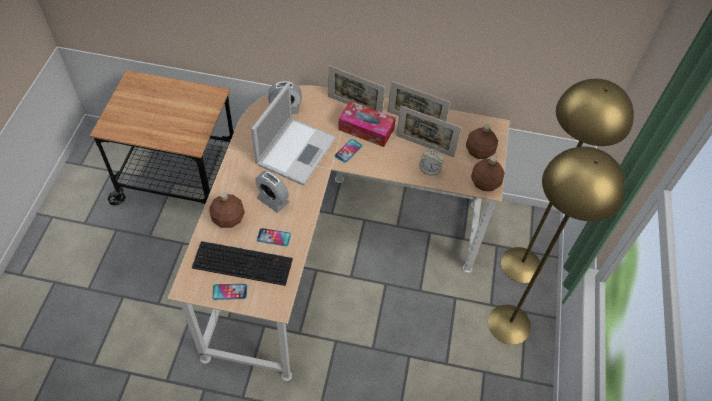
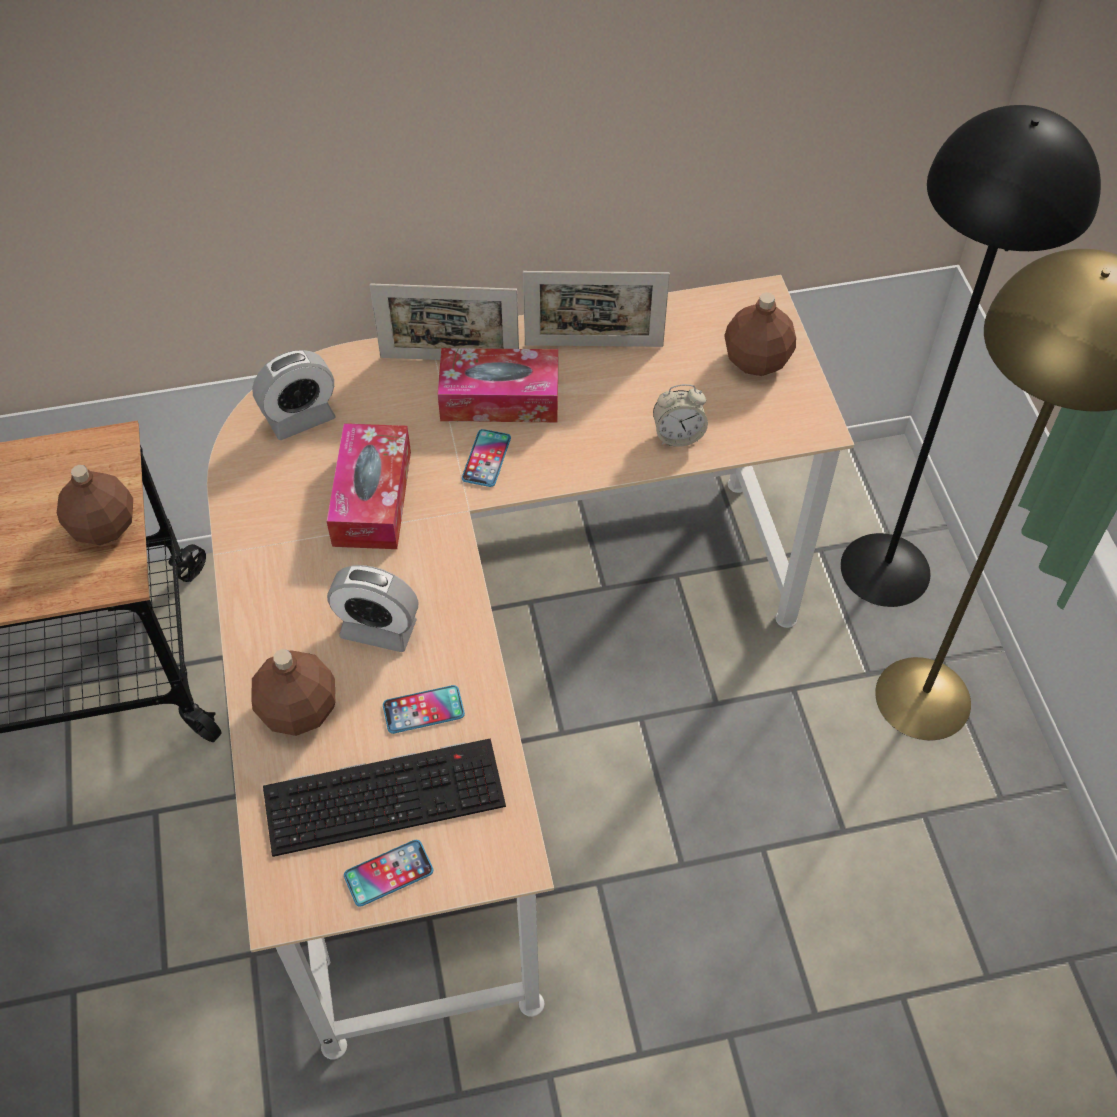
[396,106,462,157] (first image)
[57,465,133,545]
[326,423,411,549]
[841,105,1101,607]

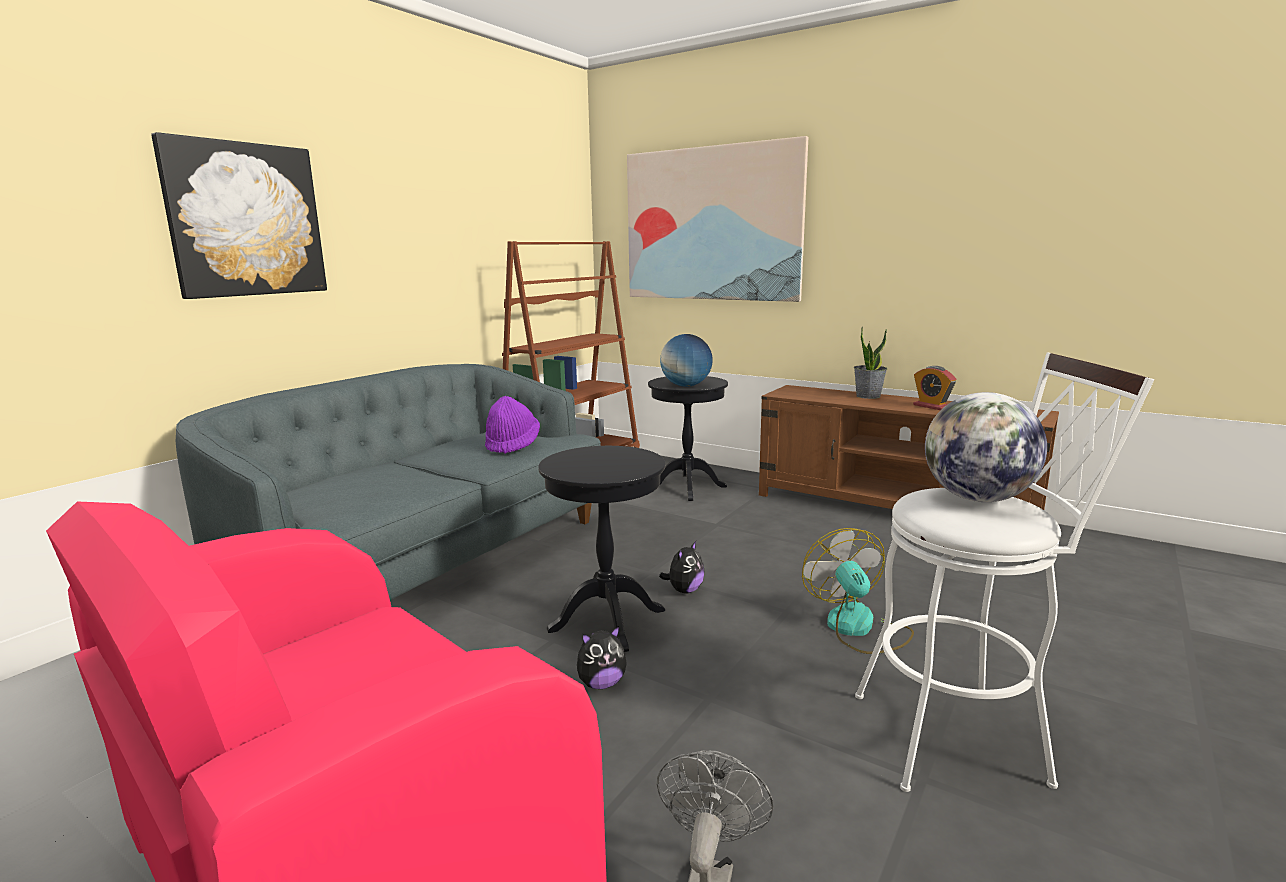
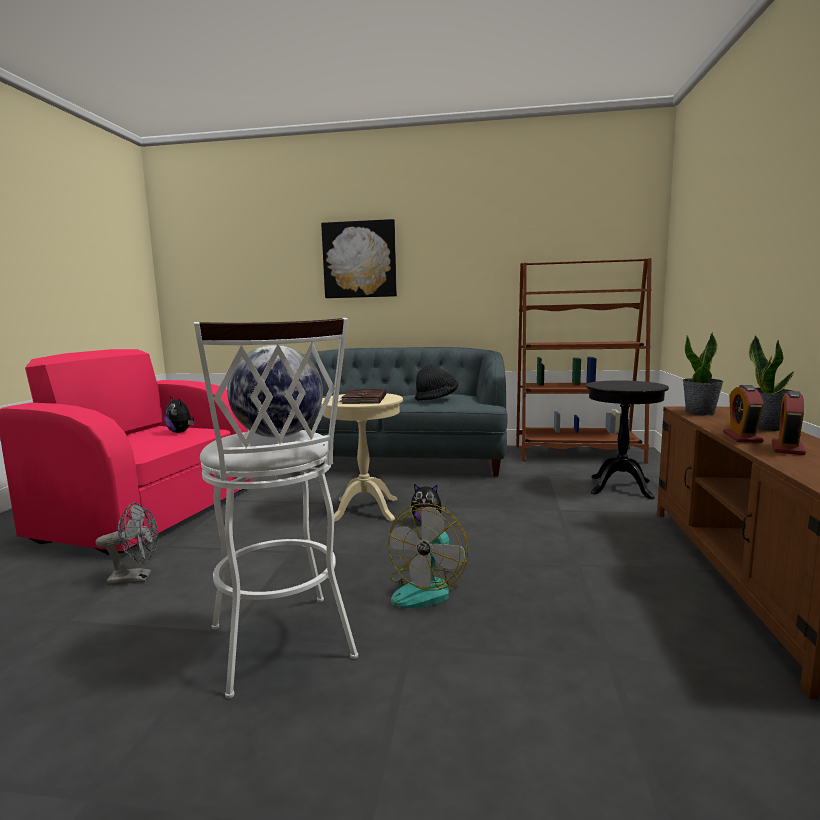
[627,136,808,302] (first image)
[660,334,713,387] (first image)
[339,389,386,404]
[682,332,724,415]
[723,385,764,443]
[164,397,194,433]
[415,364,458,401]
[321,393,403,522]
[388,503,468,608]

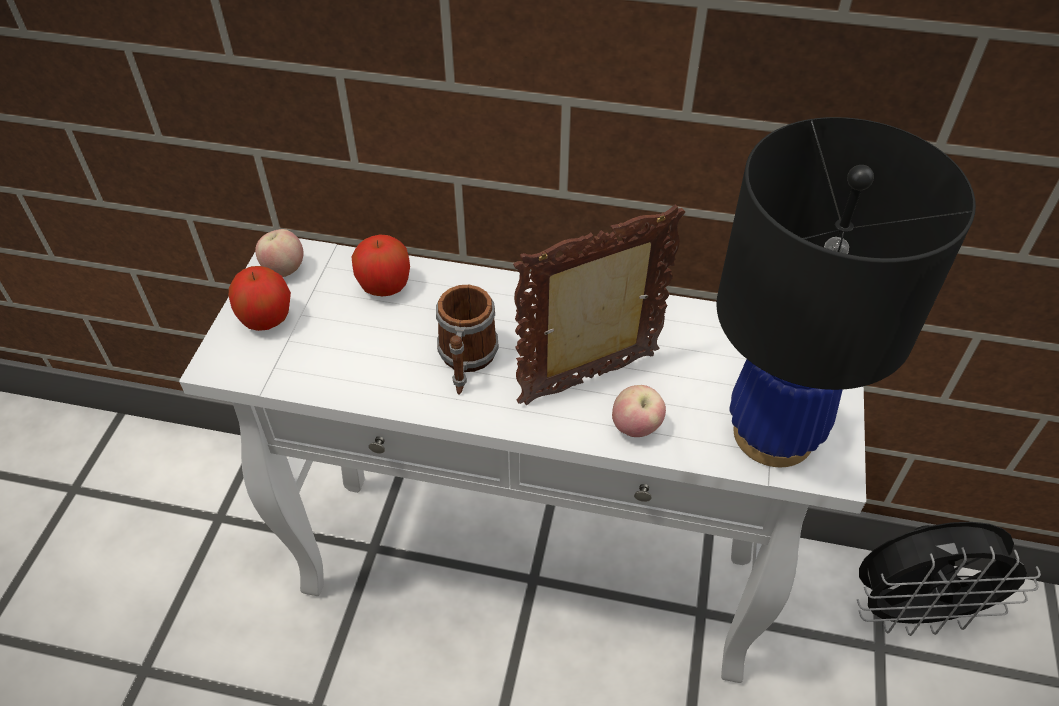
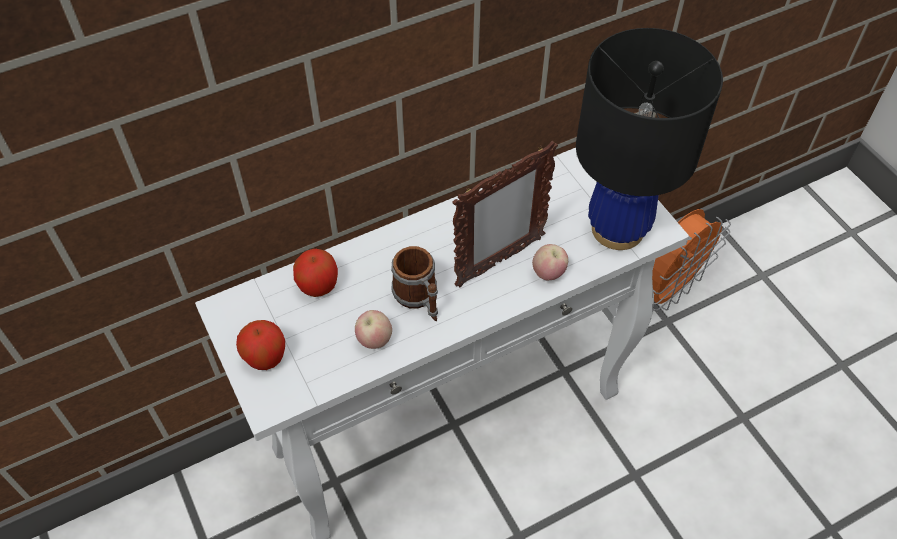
[355,310,392,349]
[652,209,731,311]
[452,141,558,287]

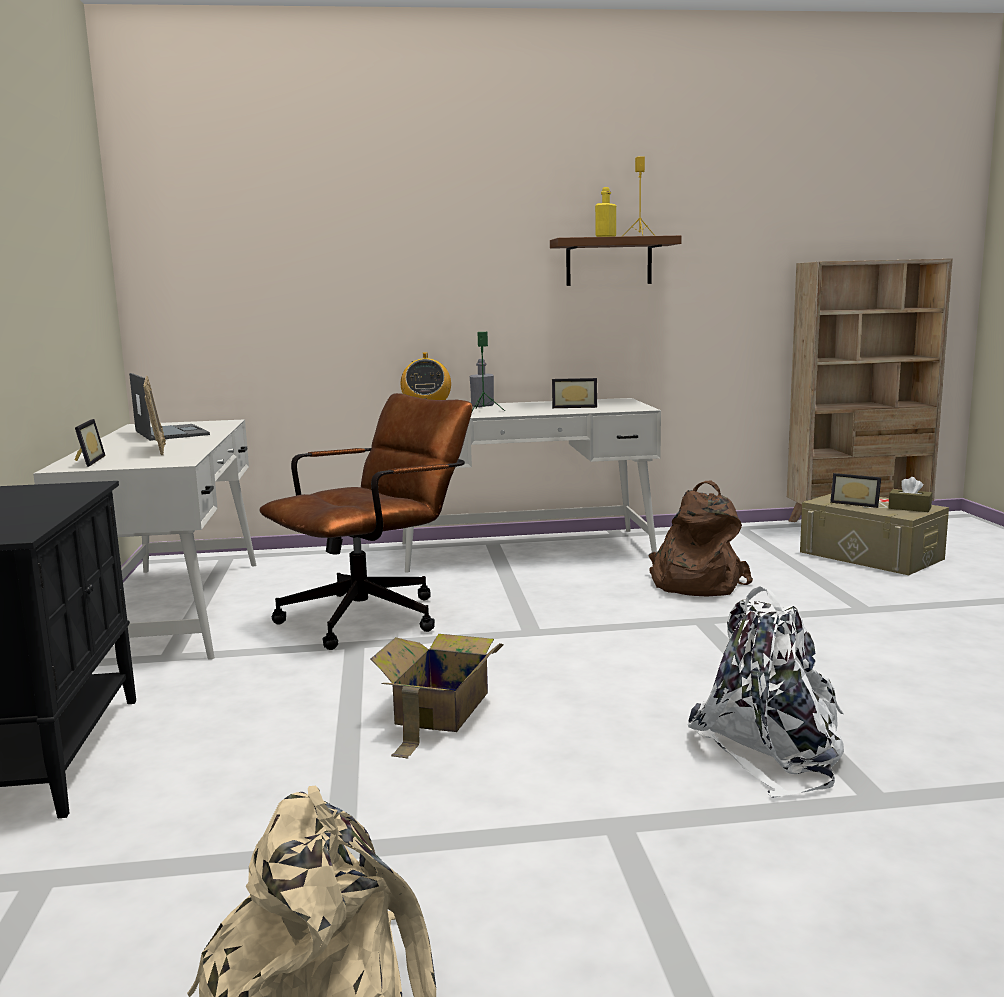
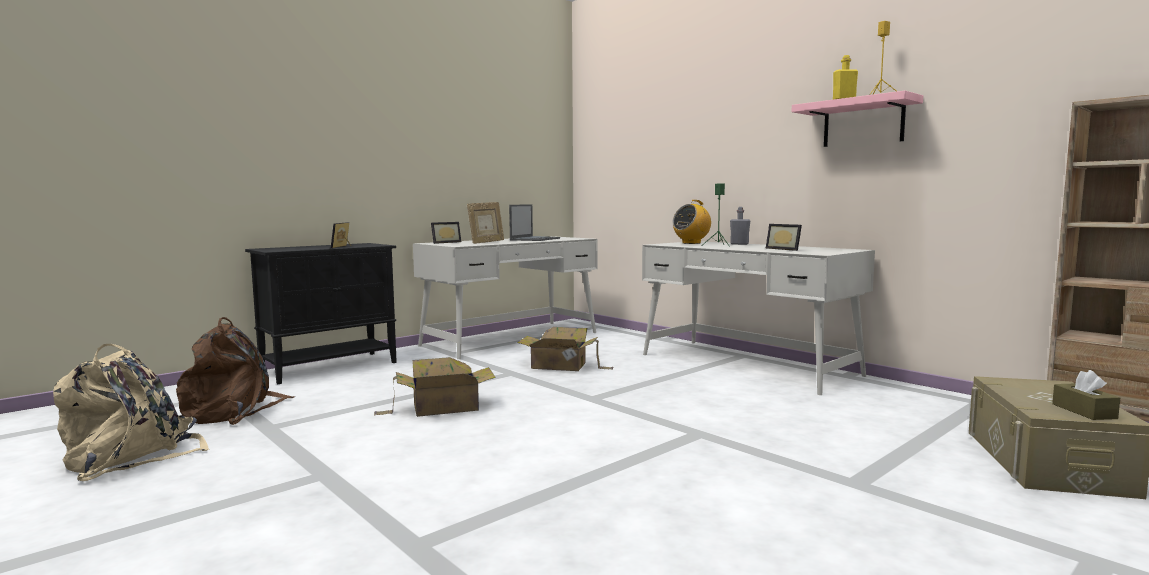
[687,587,844,798] (first image)
[176,317,295,425]
[331,222,351,248]
[517,327,614,371]
[792,90,923,147]

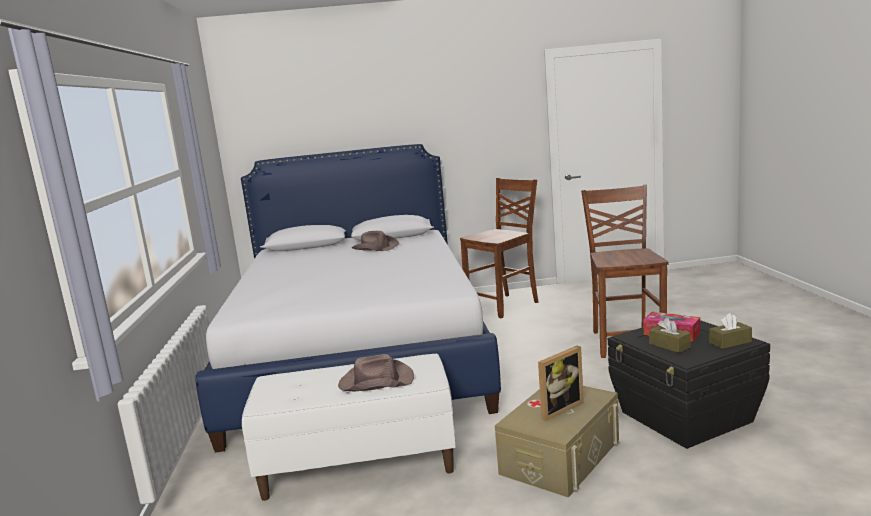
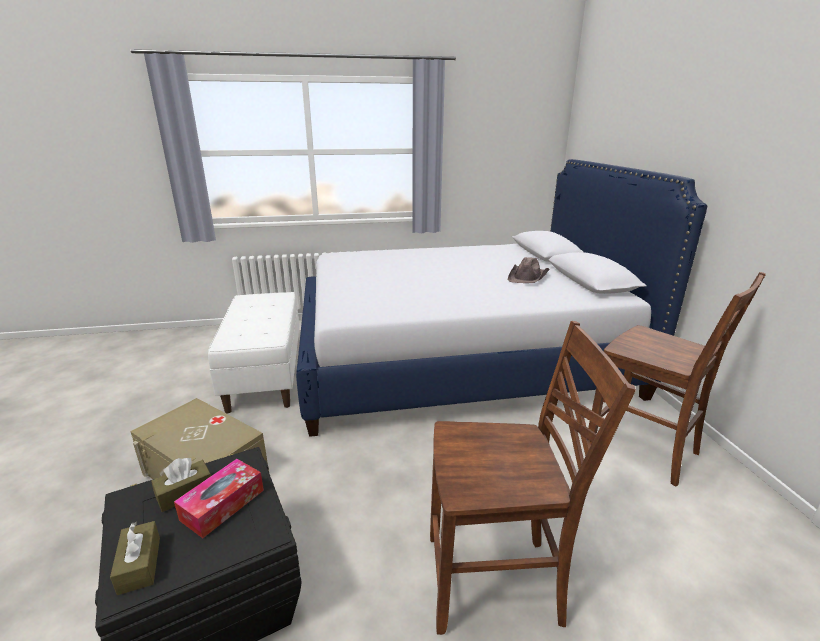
[338,354,414,392] (first image)
[538,346,584,422] (first image)

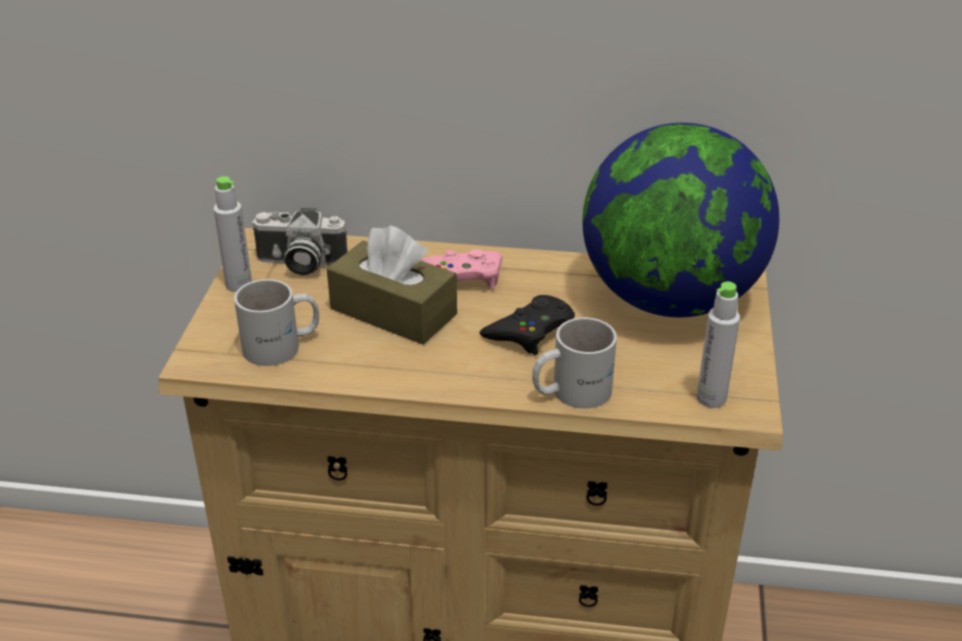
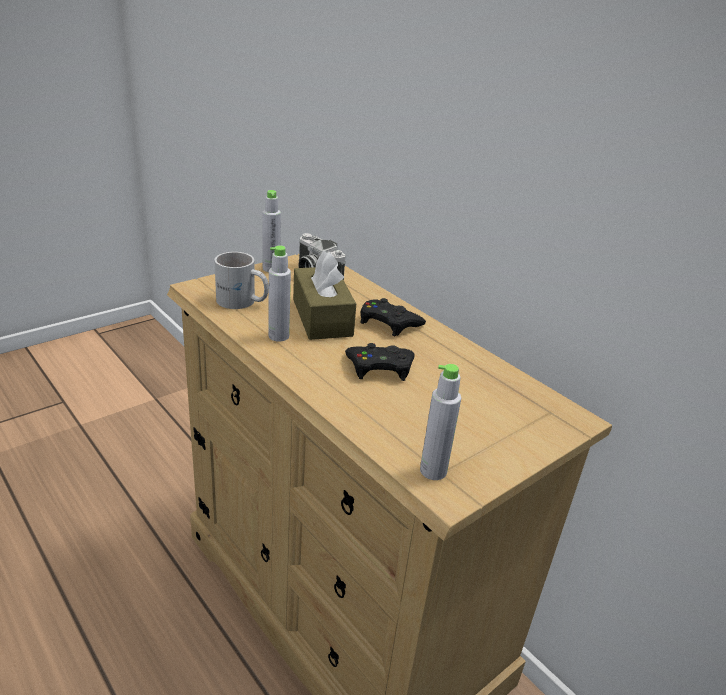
[532,317,617,409] (first image)
[582,123,779,317] (first image)
[268,246,291,341]
[360,298,426,336]

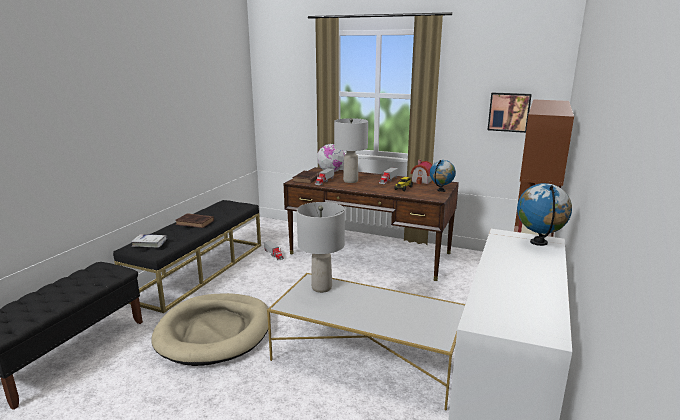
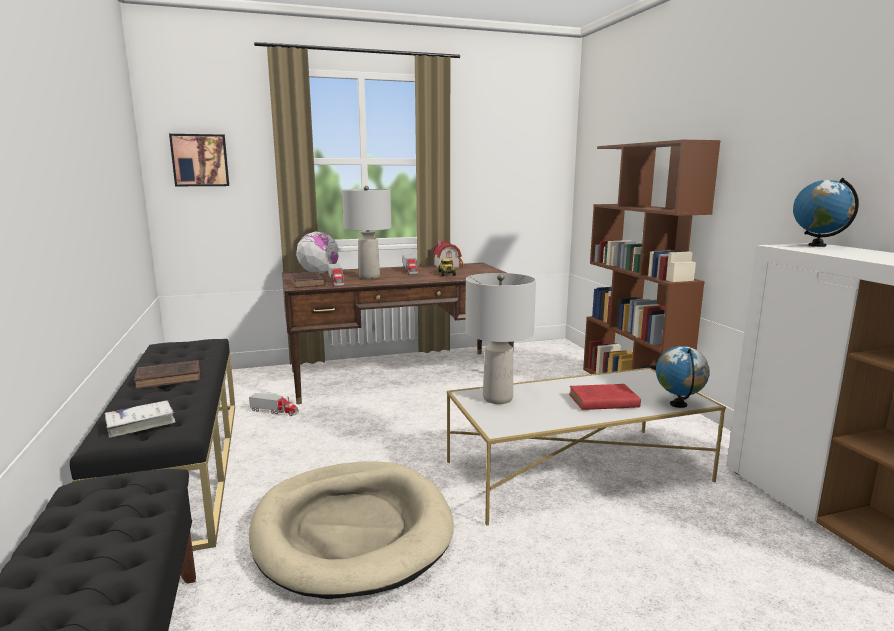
[569,384,641,410]
[656,346,710,408]
[169,134,229,186]

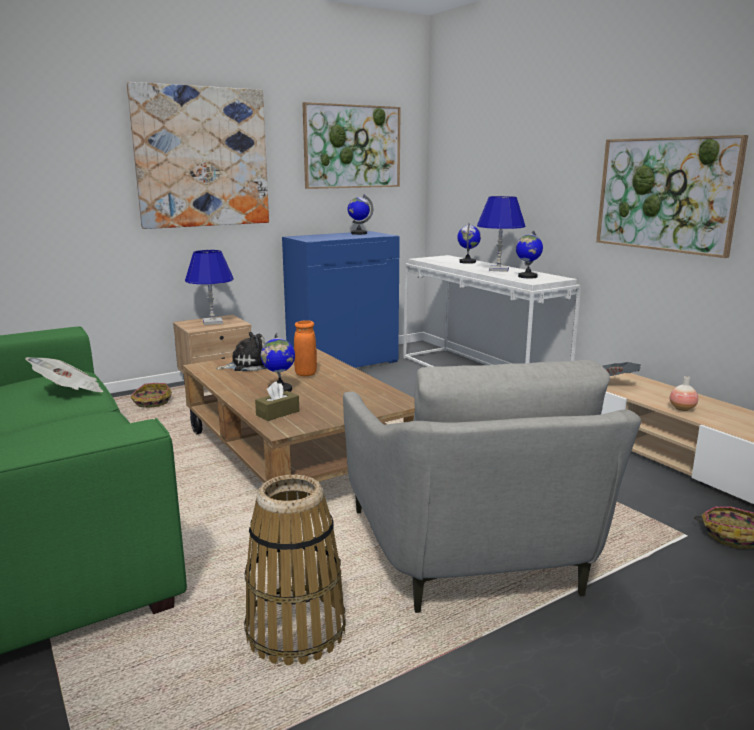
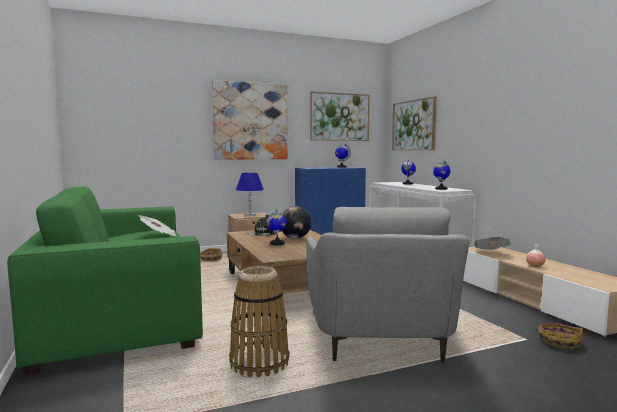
[255,381,299,421] (first image)
[477,196,525,272] (first image)
[392,96,437,150]
[282,206,312,238]

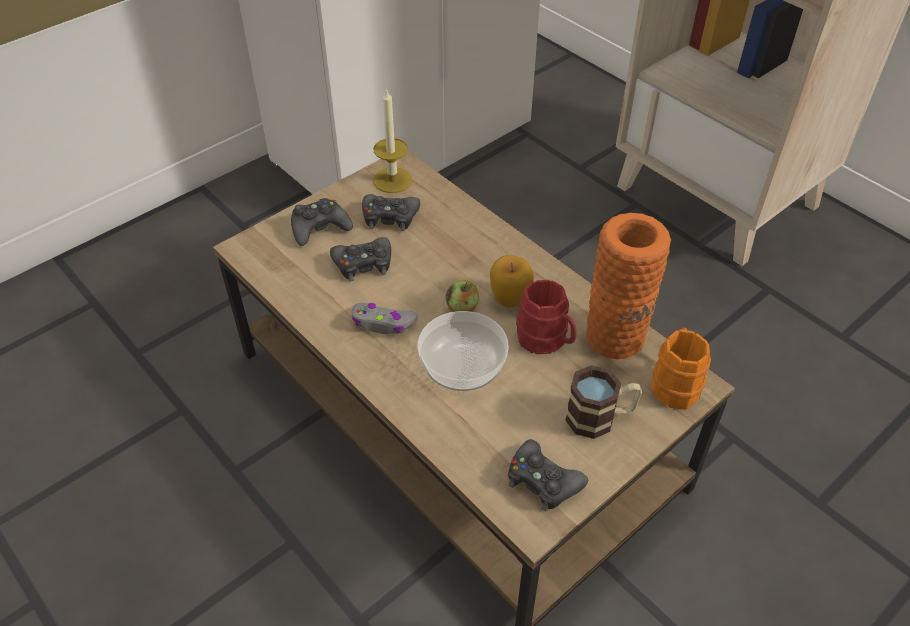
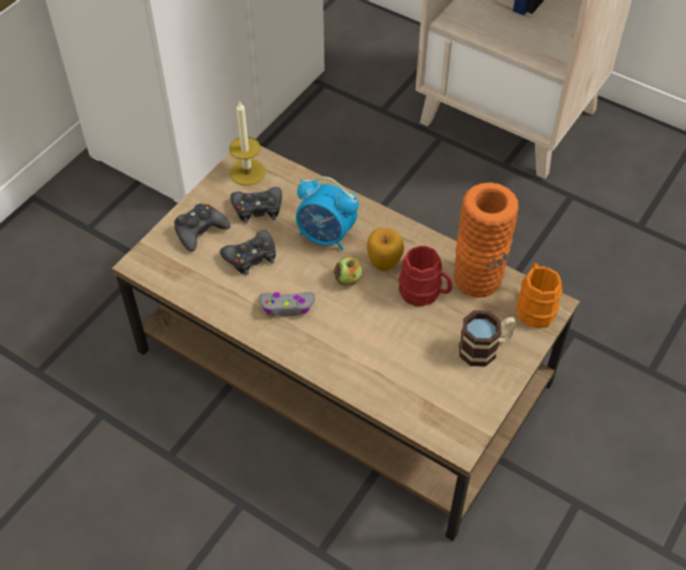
[417,311,509,391] (first image)
[508,439,588,511] (first image)
[296,177,359,250]

